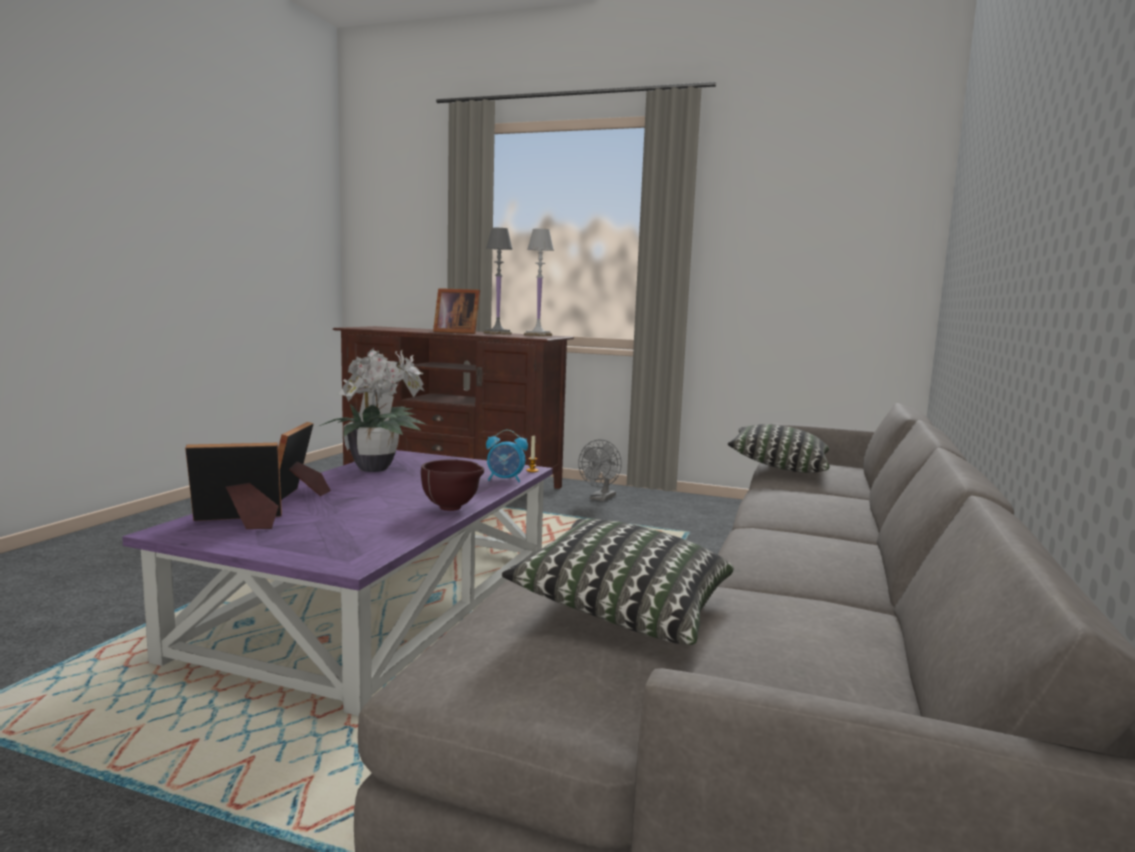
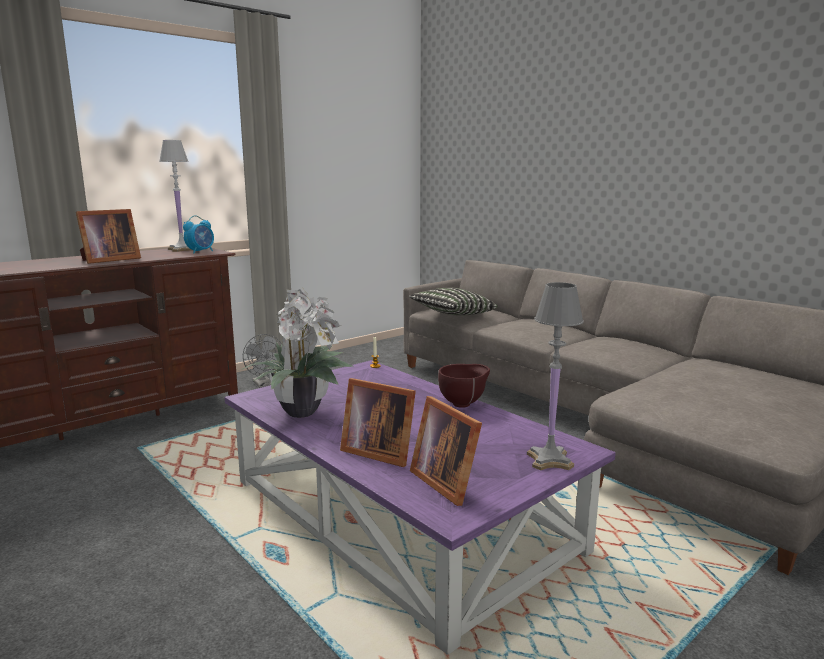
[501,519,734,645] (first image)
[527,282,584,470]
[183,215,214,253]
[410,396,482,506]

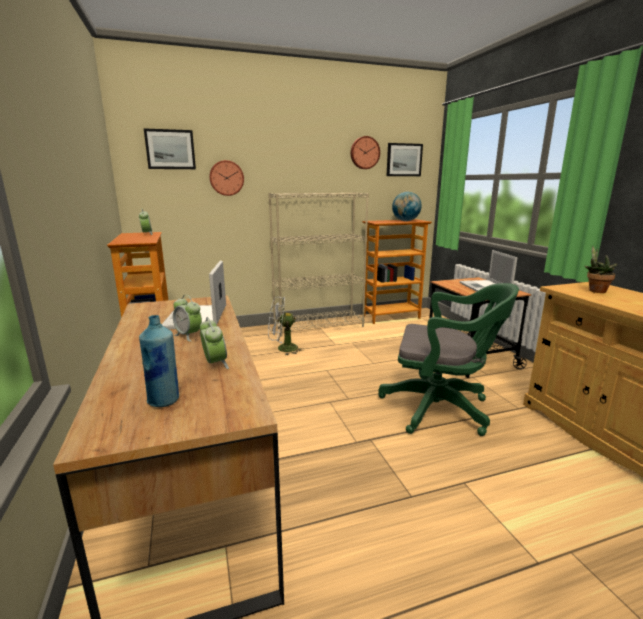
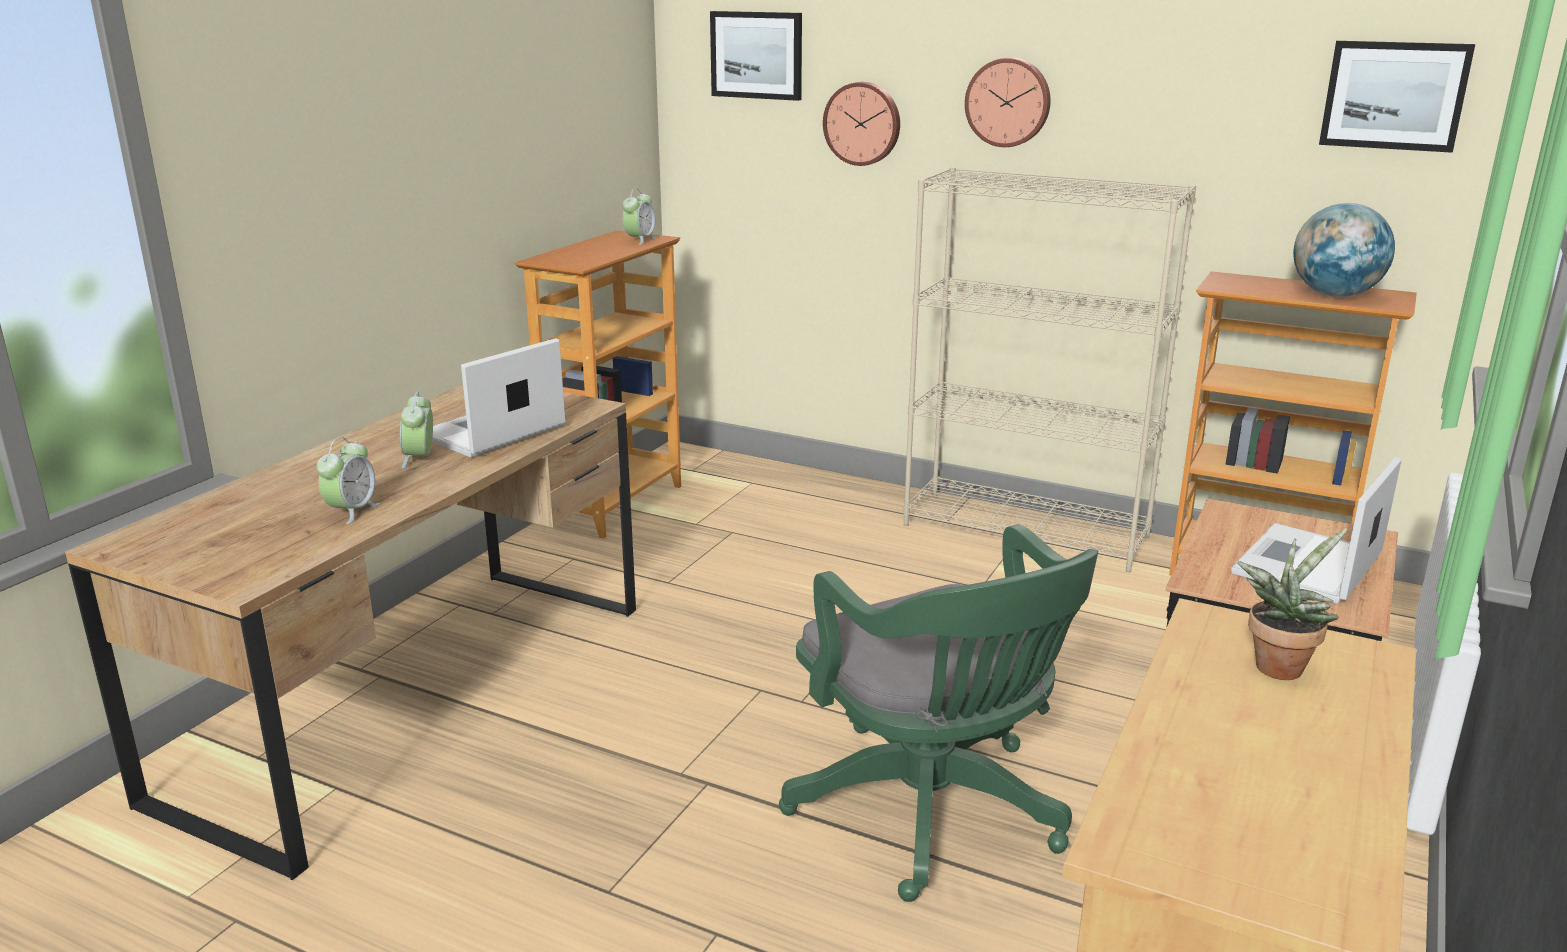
[139,315,179,407] (first image)
[268,297,303,355] (first image)
[965,58,1051,147]

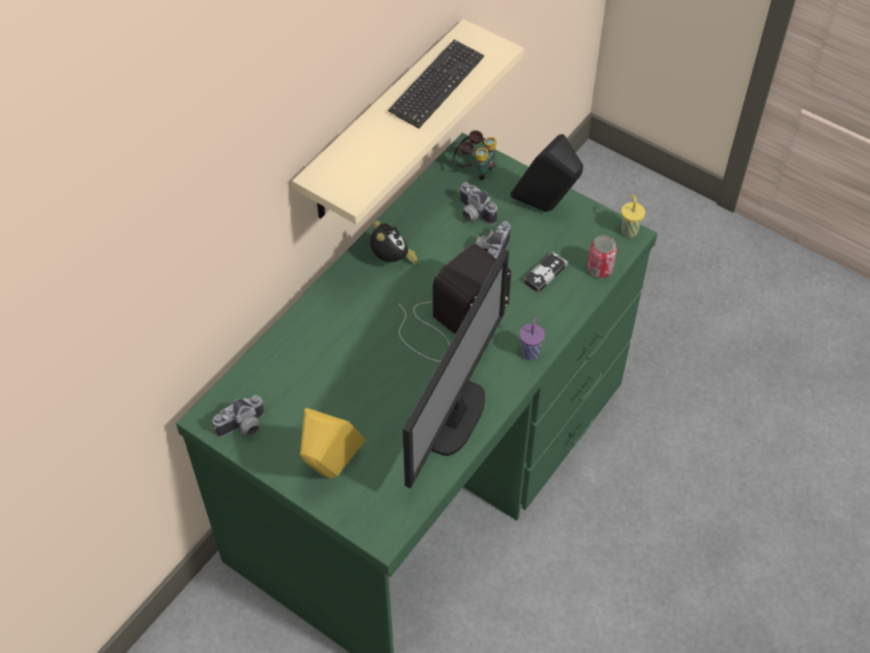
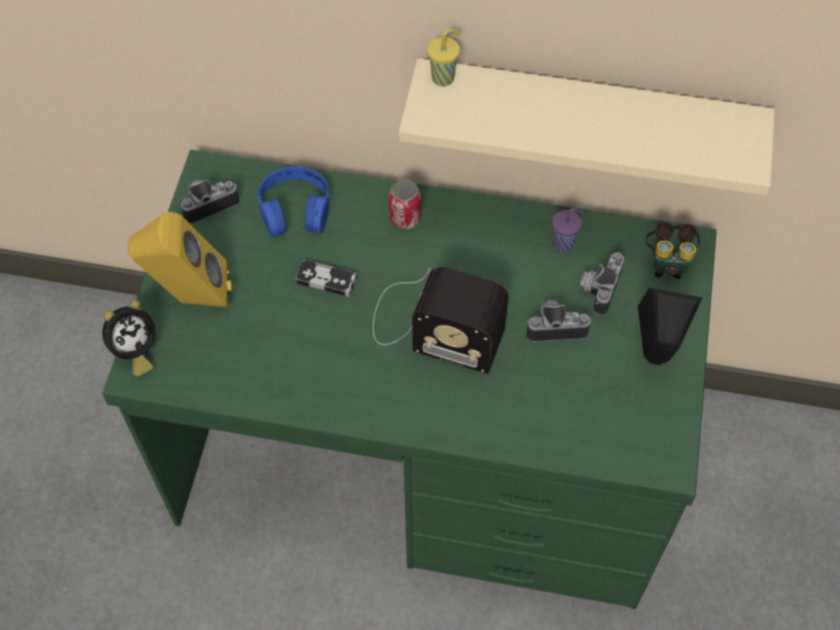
[388,40,484,128] (first image)
[403,249,509,488] (first image)
[258,166,329,237]
[102,300,156,376]
[552,208,586,252]
[295,259,357,297]
[389,179,421,229]
[427,29,461,86]
[179,179,239,224]

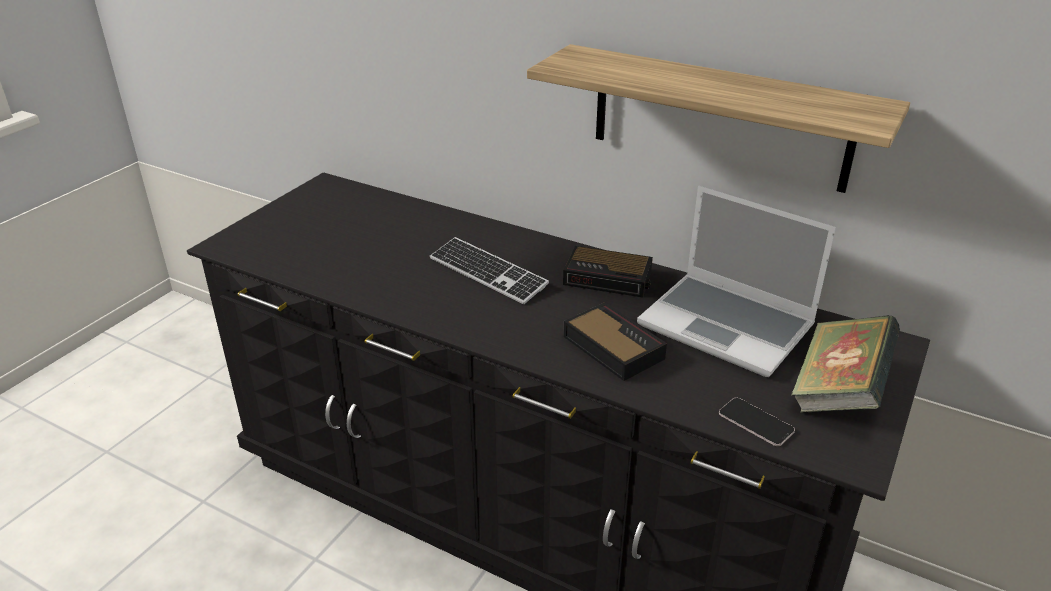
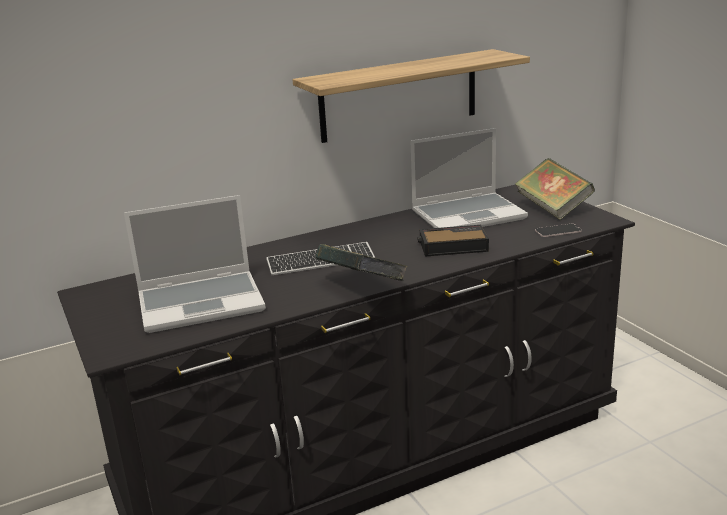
[563,246,653,298] (first image)
[124,195,266,333]
[316,244,408,281]

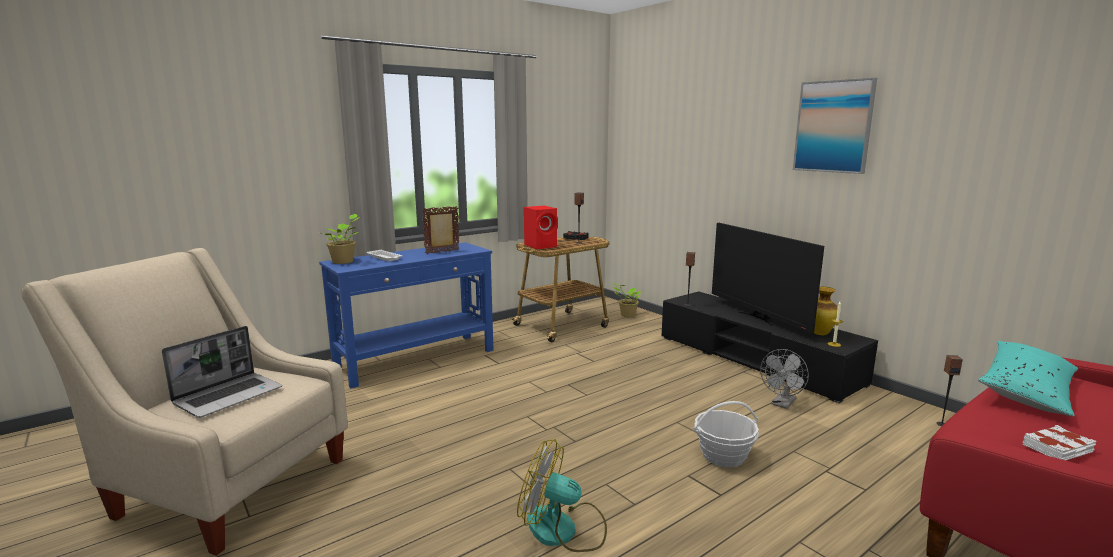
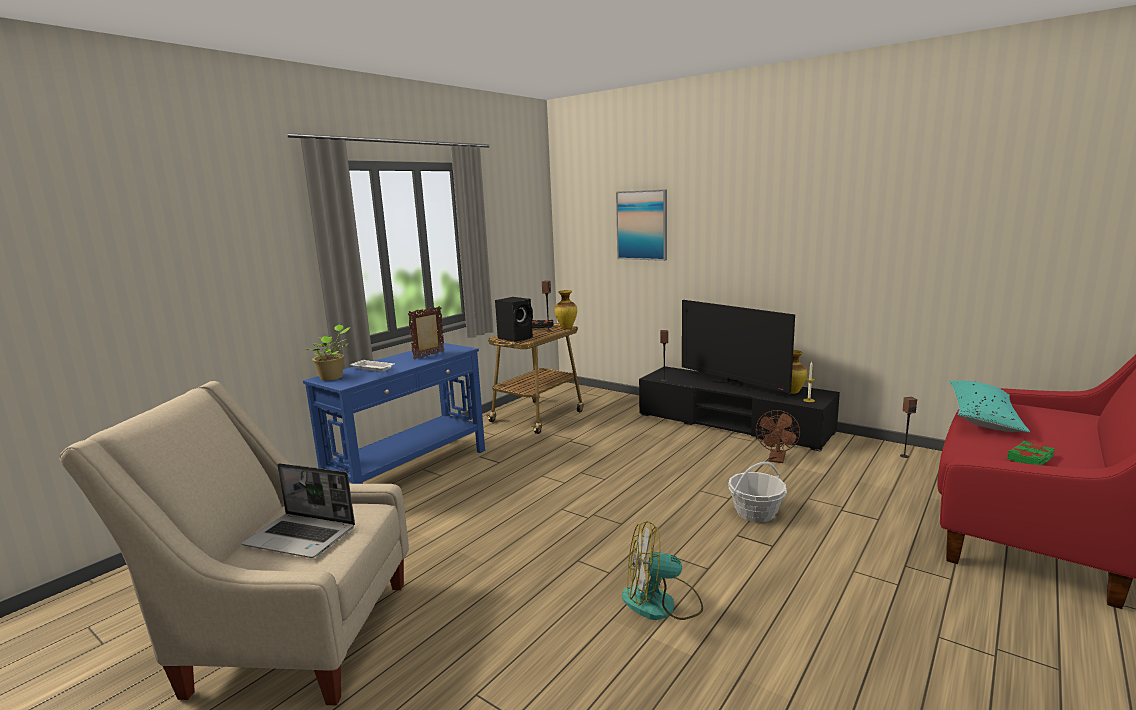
[613,283,641,317] (first image)
[555,290,577,329]
[616,189,667,261]
[495,297,533,342]
[756,410,800,463]
[1007,441,1055,465]
[241,463,355,558]

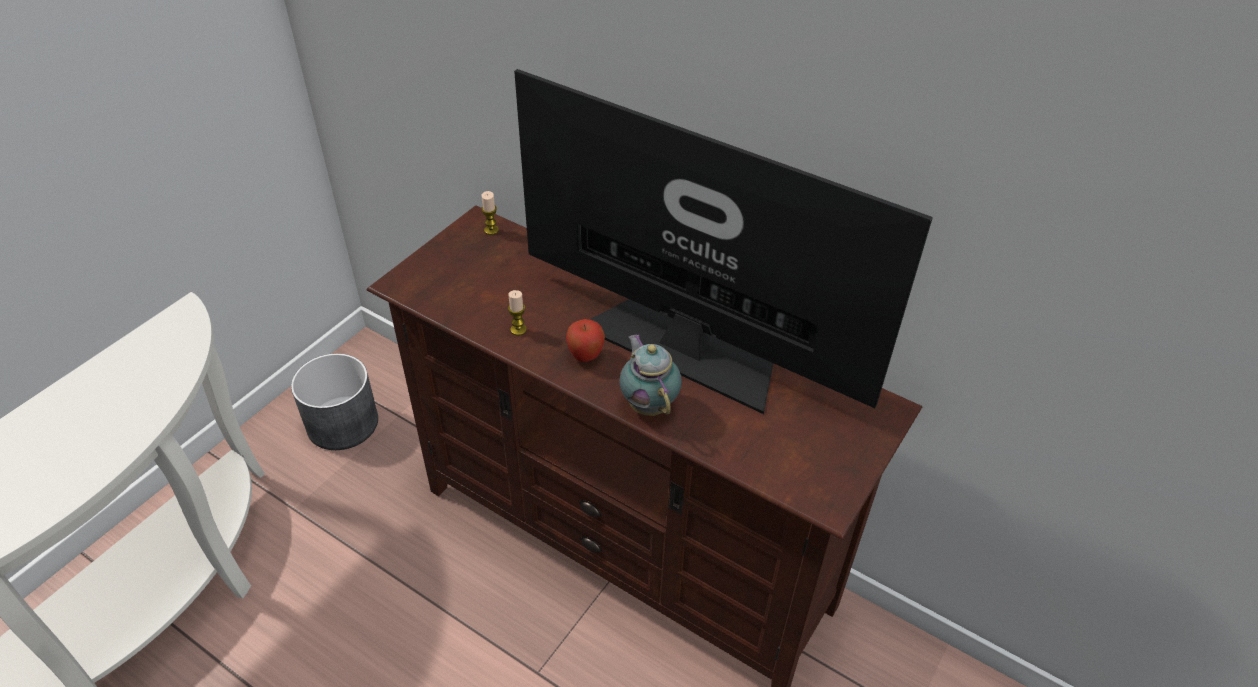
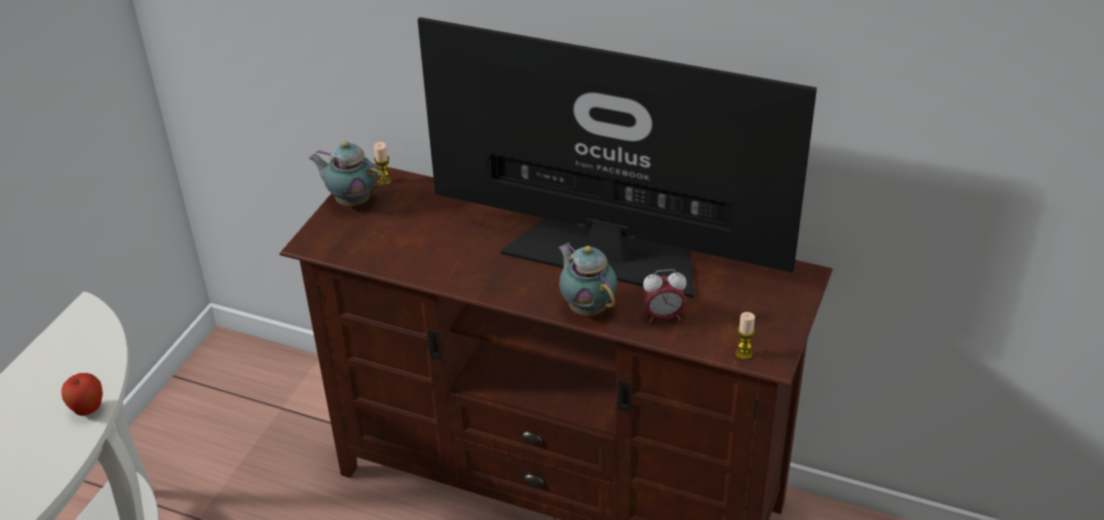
[291,353,378,450] (first image)
[309,141,386,206]
[643,269,687,323]
[735,312,755,360]
[62,373,103,416]

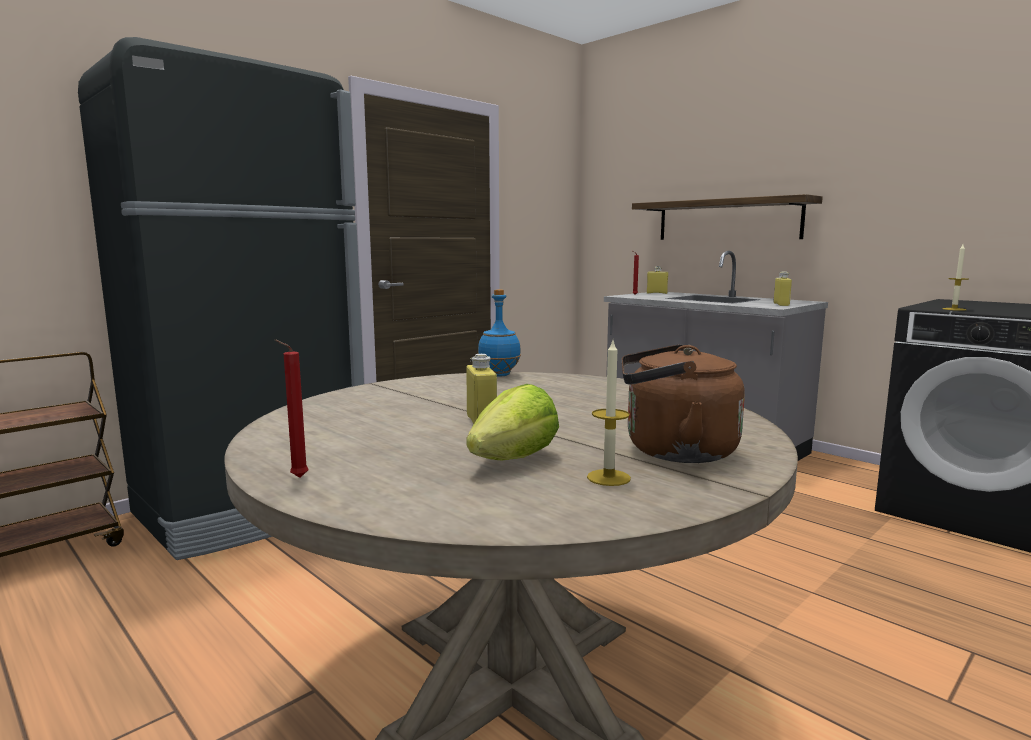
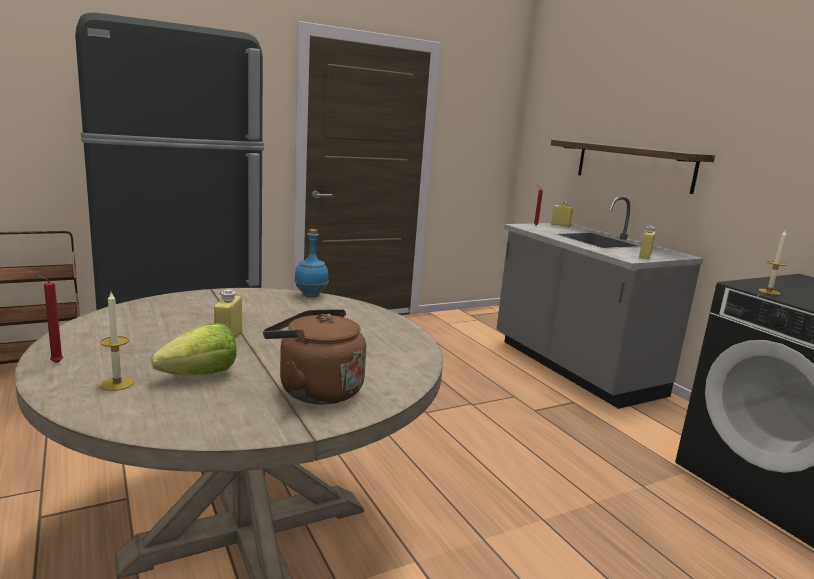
[100,292,134,391]

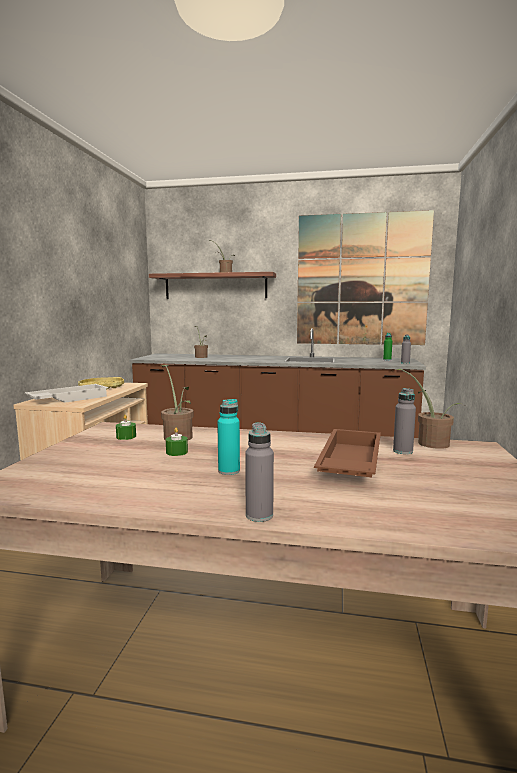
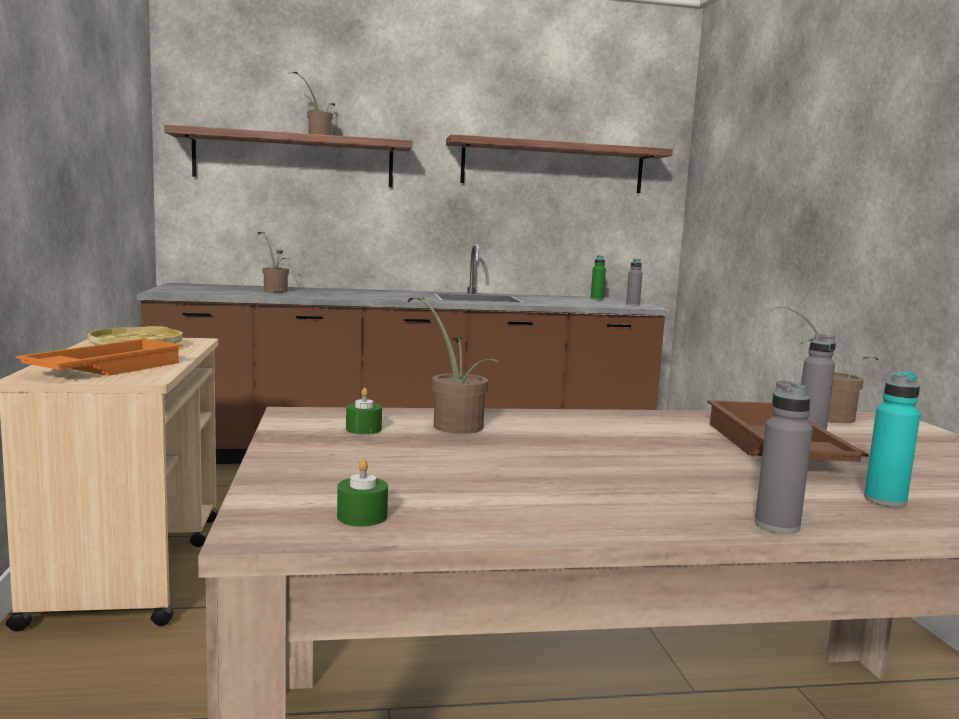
[337,459,388,526]
[864,372,920,507]
[446,134,673,193]
[16,339,183,376]

